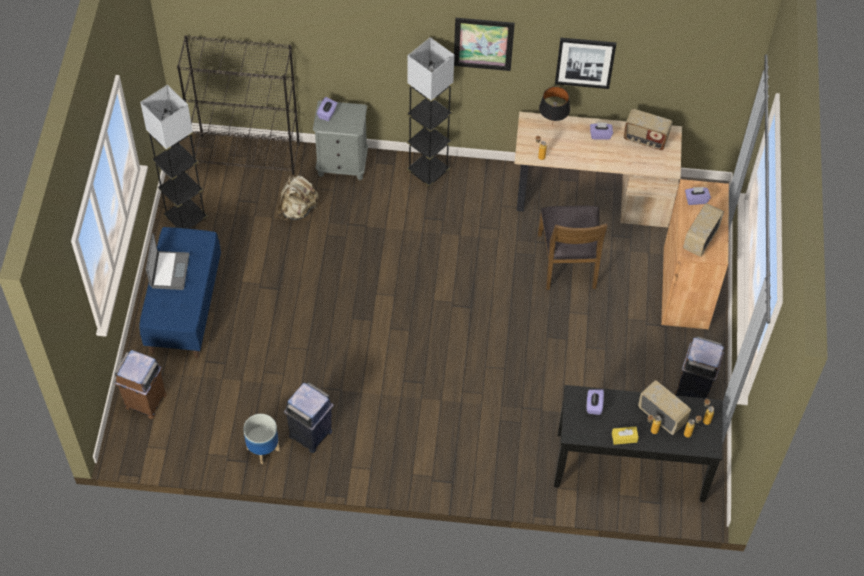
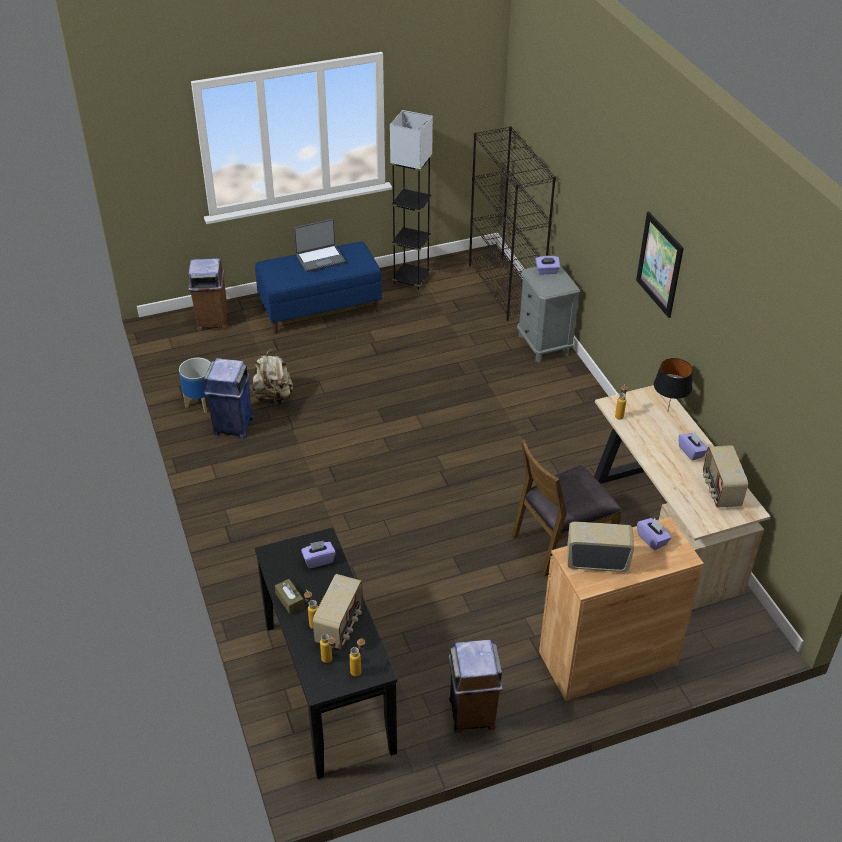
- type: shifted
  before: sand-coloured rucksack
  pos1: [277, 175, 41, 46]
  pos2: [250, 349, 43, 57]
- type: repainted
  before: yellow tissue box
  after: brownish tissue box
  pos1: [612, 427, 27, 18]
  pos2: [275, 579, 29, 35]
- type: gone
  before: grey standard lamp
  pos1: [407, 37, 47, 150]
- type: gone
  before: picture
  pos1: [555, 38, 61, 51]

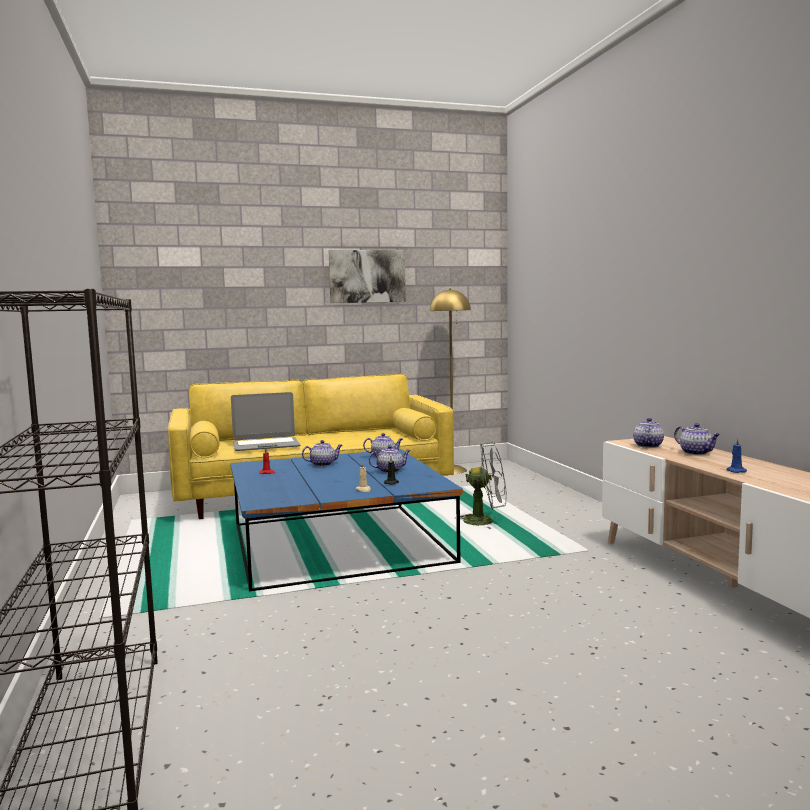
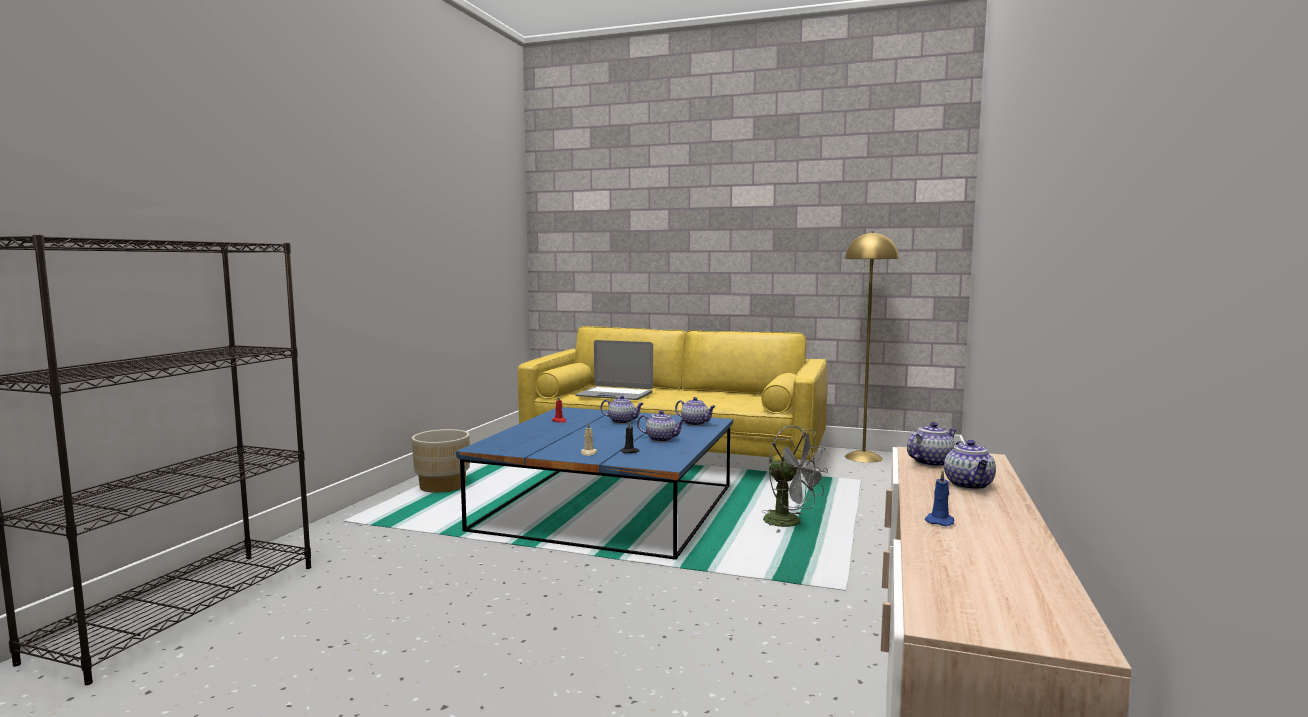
- type: new
  after: sand-coloured planter
  pos2: [412, 429, 58, 64]
- type: gone
  before: picture
  pos1: [328, 250, 78, 53]

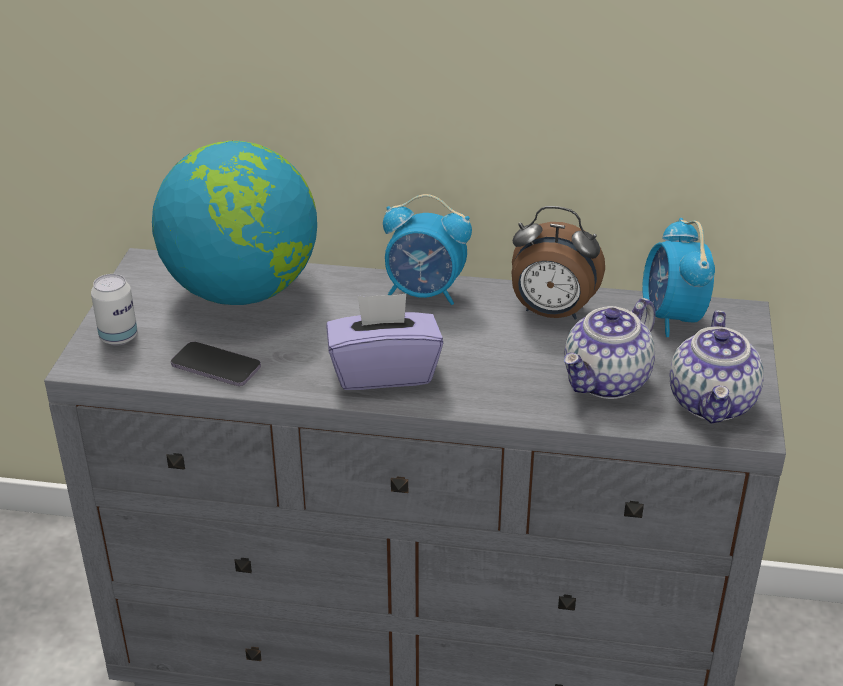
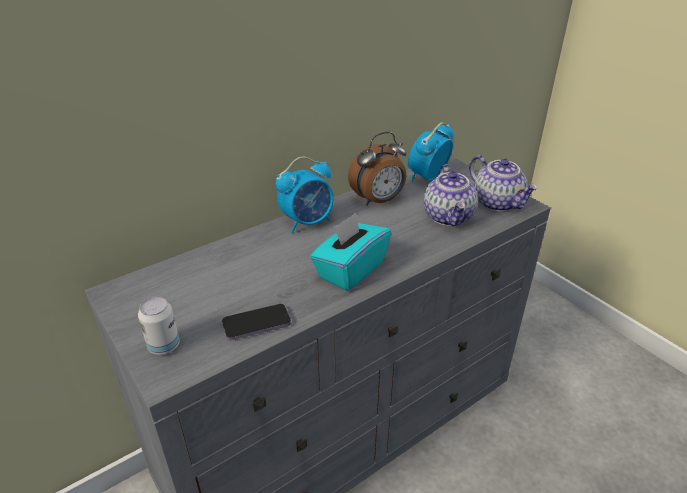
- type: repainted
  before: purplish tissue box
  after: turquoise tissue box
  pos1: [326, 294, 117, 96]
  pos2: [310, 213, 81, 78]
- type: rotated
  before: table clock
  pos1: [642, 218, 73, 119]
  pos2: [407, 122, 47, 61]
  turn: 90
- type: gone
  before: desk globe
  pos1: [152, 141, 165, 164]

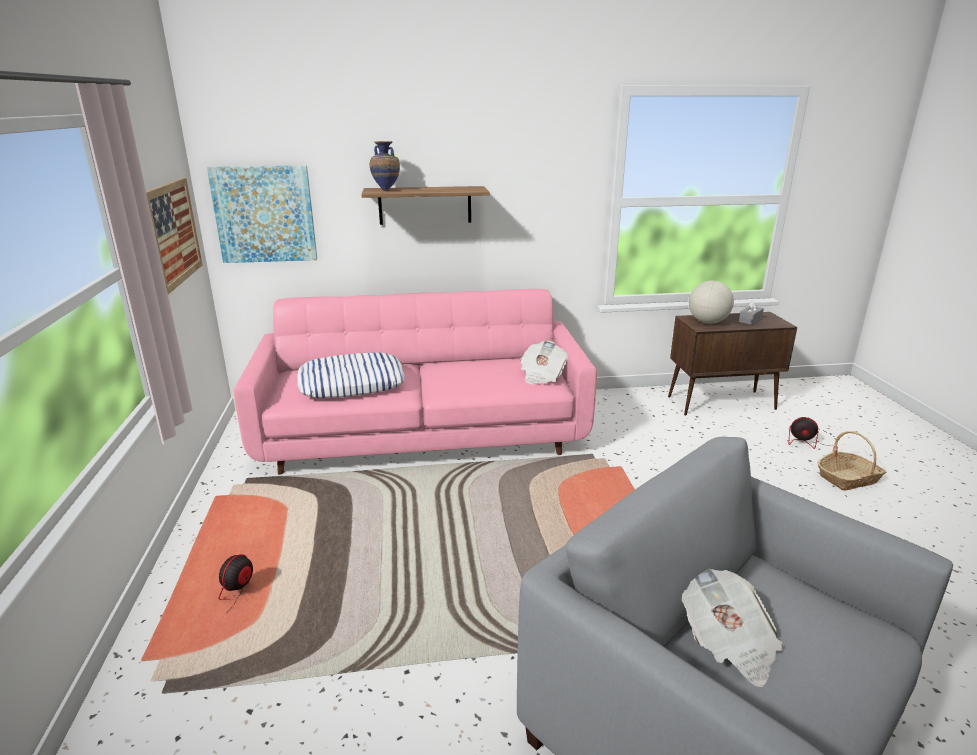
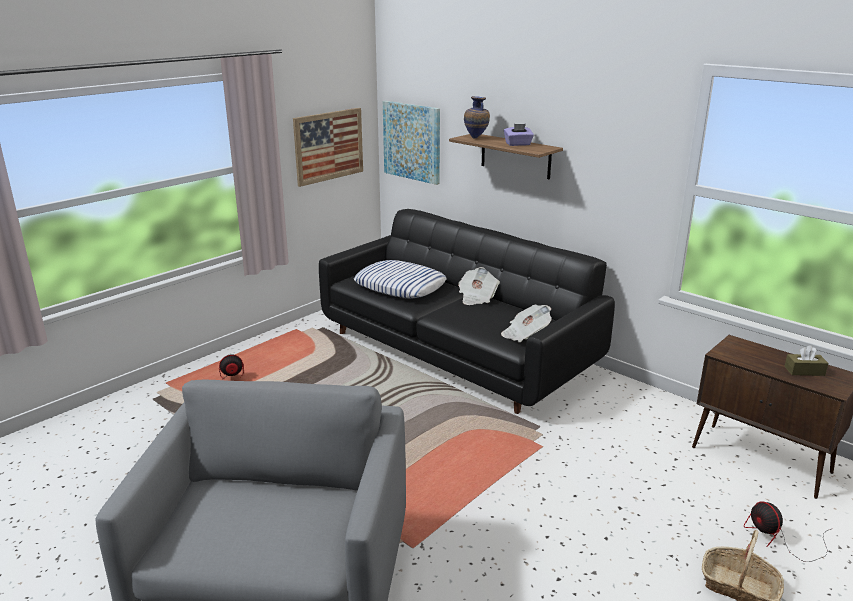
- type: repainted
  before: pink couch
  after: black couch
  pos1: [234, 289, 363, 186]
  pos2: [319, 209, 296, 205]
- type: shifted
  before: printed paper
  pos1: [682, 569, 102, 118]
  pos2: [458, 267, 42, 38]
- type: new
  after: purplish tissue box
  pos2: [504, 124, 30, 22]
- type: repainted
  before: grey tissue box
  after: brownish tissue box
  pos1: [739, 299, 25, 26]
  pos2: [784, 345, 45, 31]
- type: gone
  before: desk globe
  pos1: [689, 281, 45, 43]

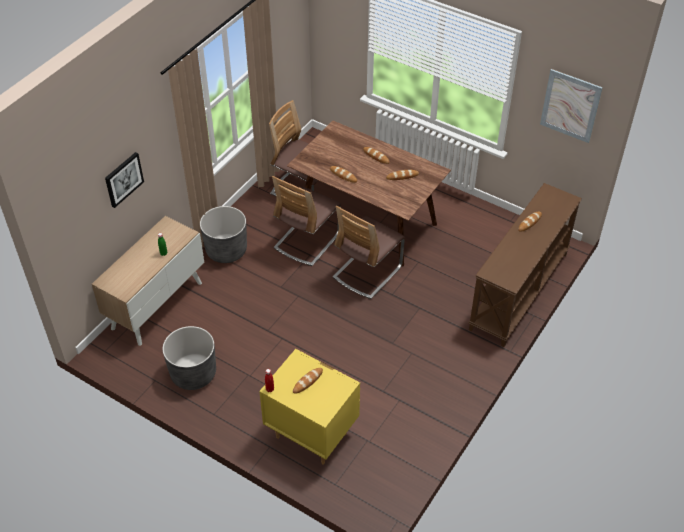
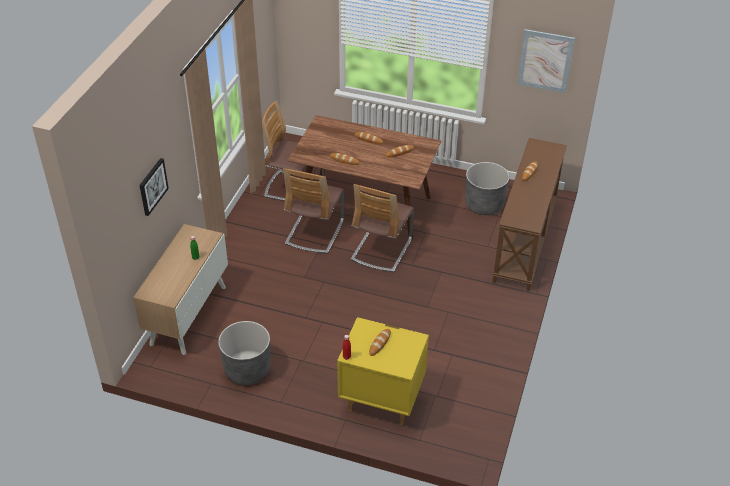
- type: shifted
  before: grey planter
  pos1: [200, 206, 47, 57]
  pos2: [465, 162, 44, 53]

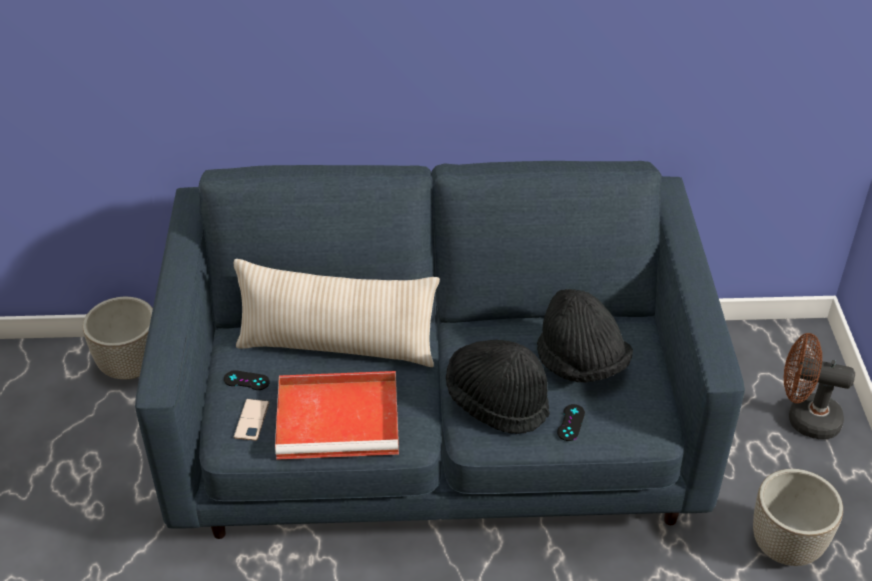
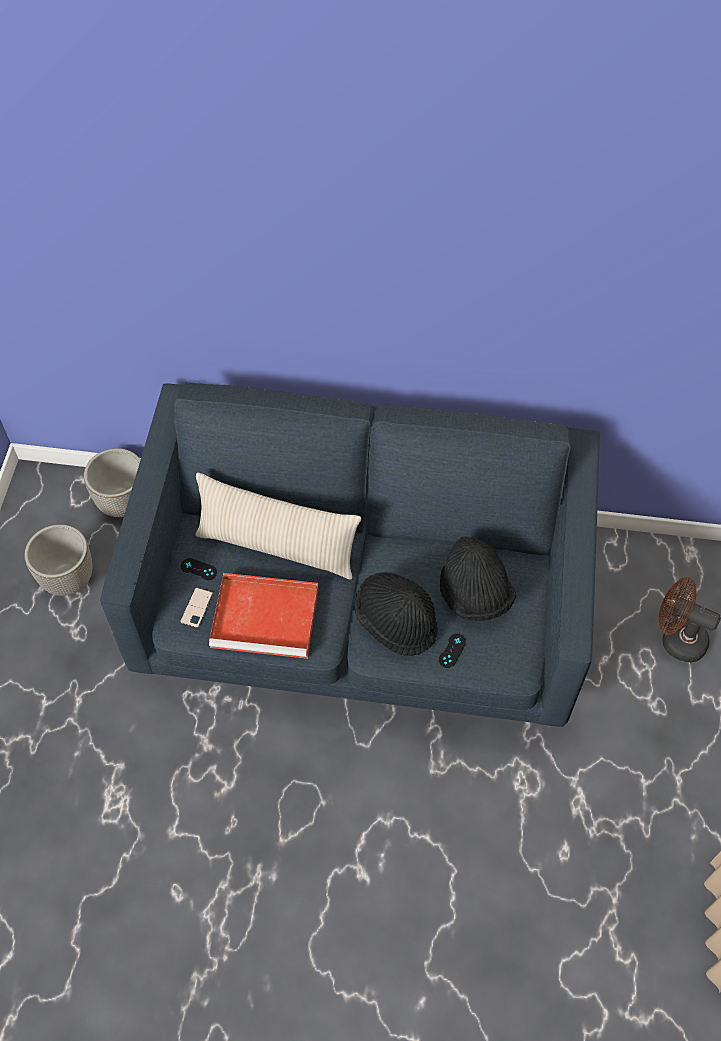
- type: shifted
  before: planter
  pos1: [753, 469, 90, 97]
  pos2: [24, 524, 68, 72]

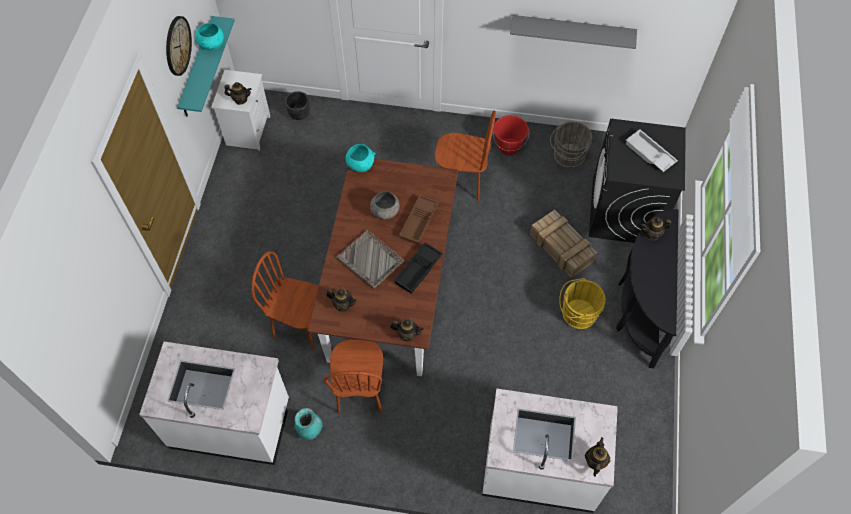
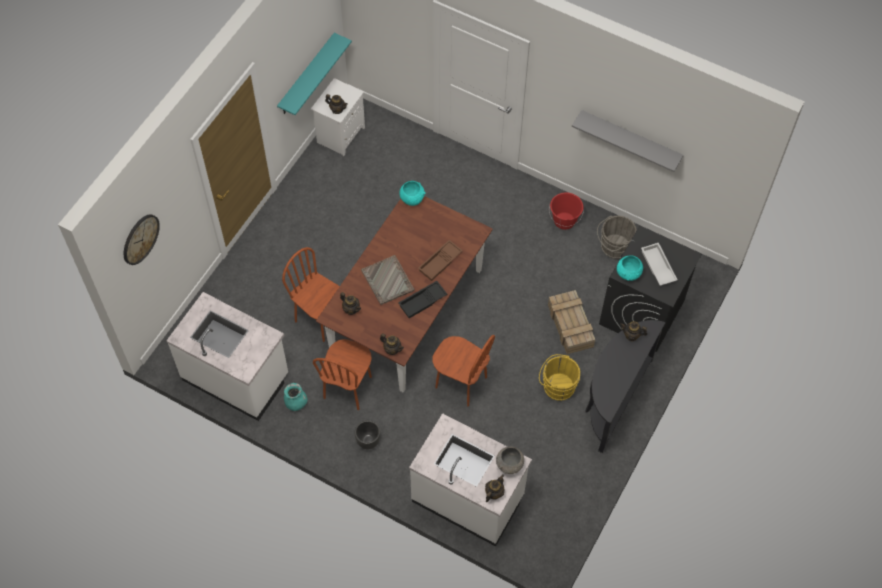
- type: shifted
  before: hanging clock
  pos1: [166, 16, 26, 60]
  pos2: [124, 214, 36, 51]
- type: shifted
  before: black planter
  pos1: [285, 91, 25, 29]
  pos2: [355, 420, 25, 30]
- type: shifted
  before: brownish upright chair
  pos1: [435, 111, 61, 90]
  pos2: [432, 335, 63, 71]
- type: shifted
  before: grey serving bowl
  pos1: [370, 191, 30, 29]
  pos2: [496, 447, 28, 27]
- type: shifted
  before: turquoise serving bowl
  pos1: [195, 23, 29, 28]
  pos2: [617, 255, 26, 26]

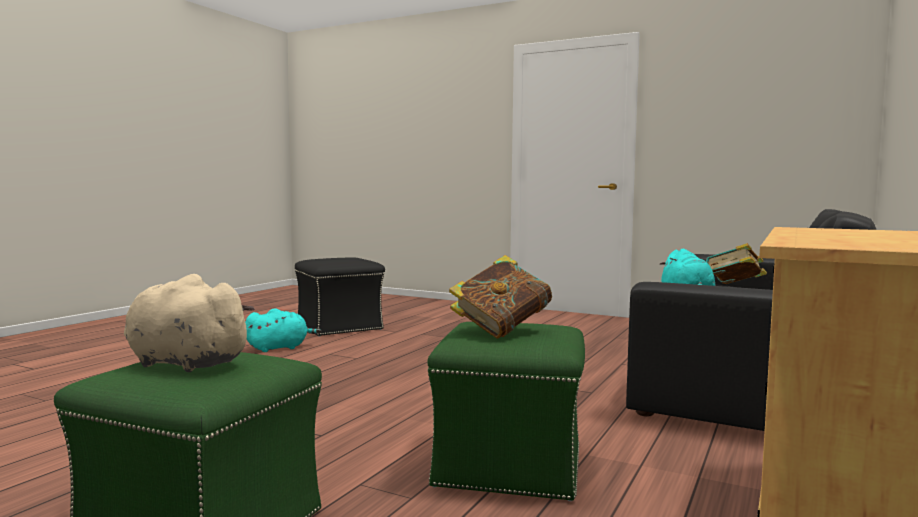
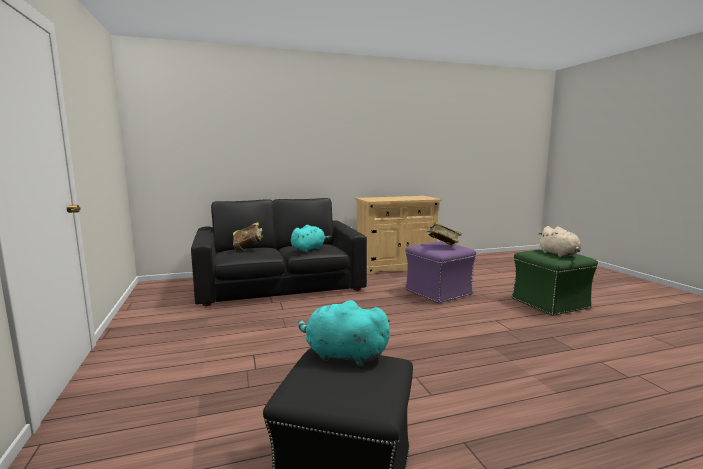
- type: shifted
  before: turquoise soft toy
  pos1: [245, 308, 76, 44]
  pos2: [298, 300, 92, 66]
- type: repainted
  before: greenish ottoman
  after: purplish ottoman
  pos1: [427, 322, 158, 179]
  pos2: [405, 242, 71, 62]

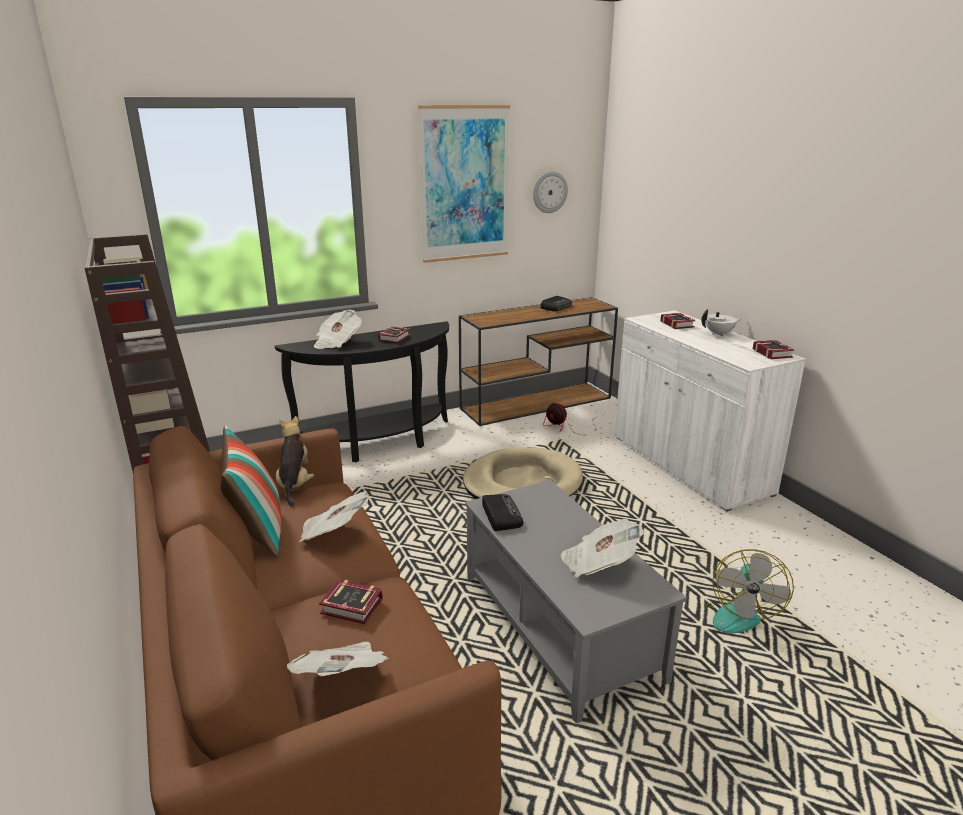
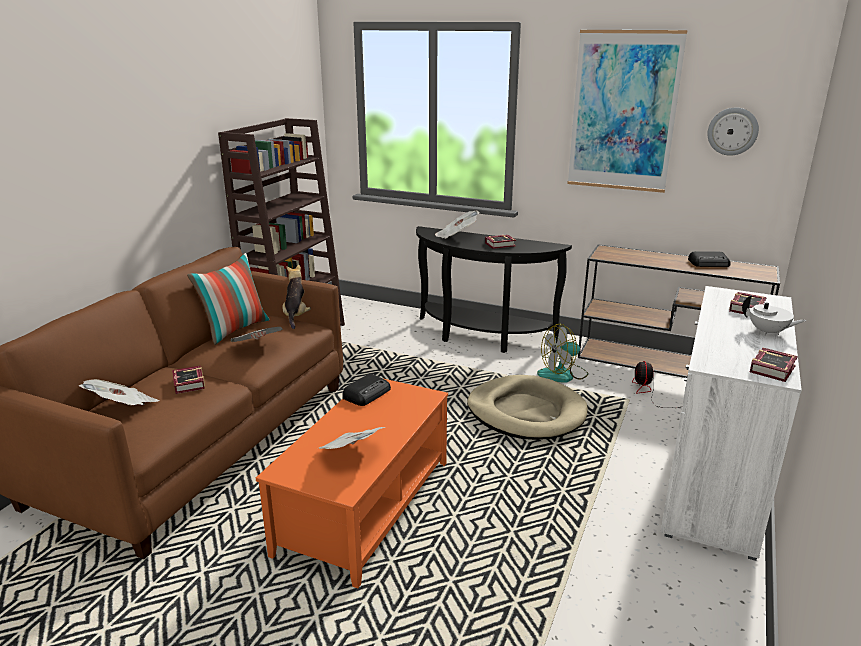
- type: repainted
  before: grey coffee table
  after: orangey coffee table
  pos1: [465, 480, 222, 243]
  pos2: [256, 378, 192, 210]
- type: rotated
  before: soft toy
  pos1: [276, 416, 38, 91]
  pos2: [282, 265, 29, 64]
  turn: -45
- type: shifted
  before: fan
  pos1: [706, 549, 88, 84]
  pos2: [537, 324, 51, 59]

